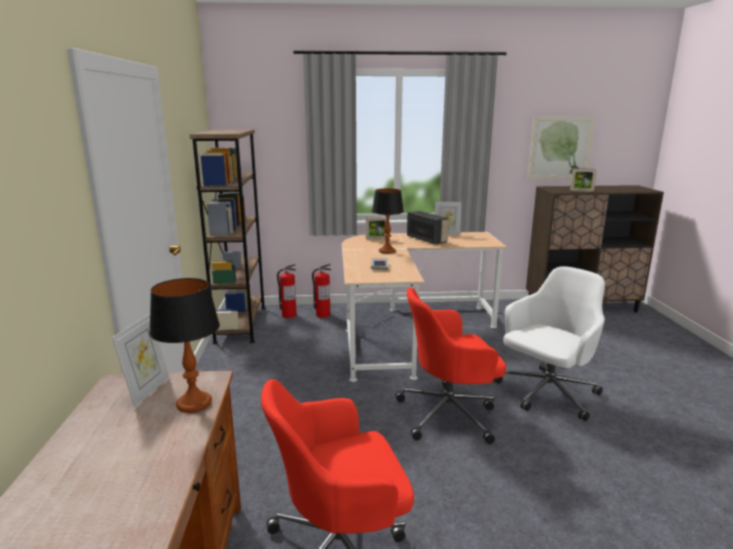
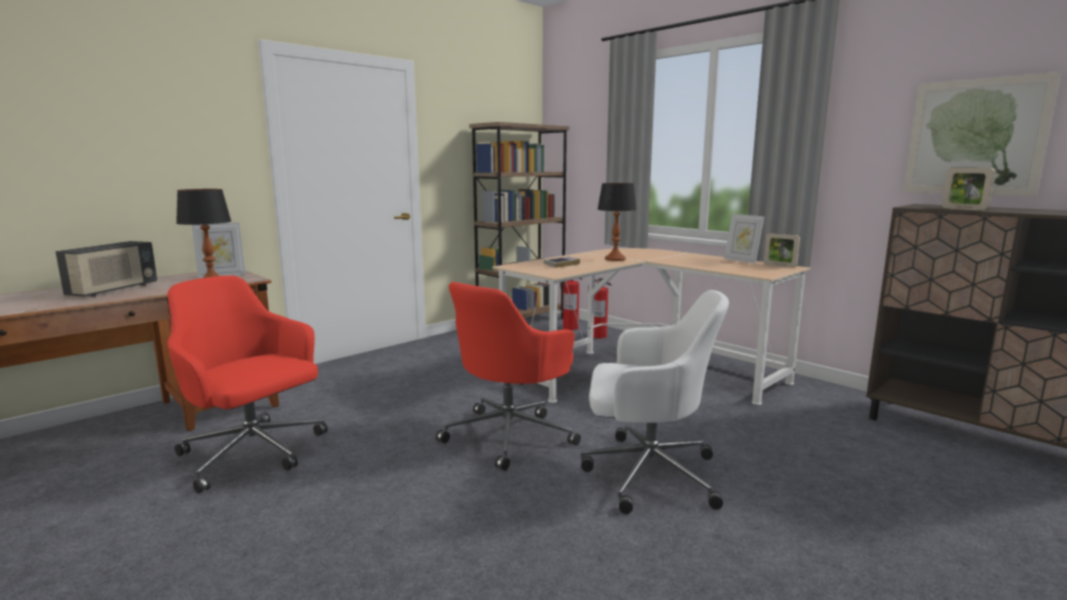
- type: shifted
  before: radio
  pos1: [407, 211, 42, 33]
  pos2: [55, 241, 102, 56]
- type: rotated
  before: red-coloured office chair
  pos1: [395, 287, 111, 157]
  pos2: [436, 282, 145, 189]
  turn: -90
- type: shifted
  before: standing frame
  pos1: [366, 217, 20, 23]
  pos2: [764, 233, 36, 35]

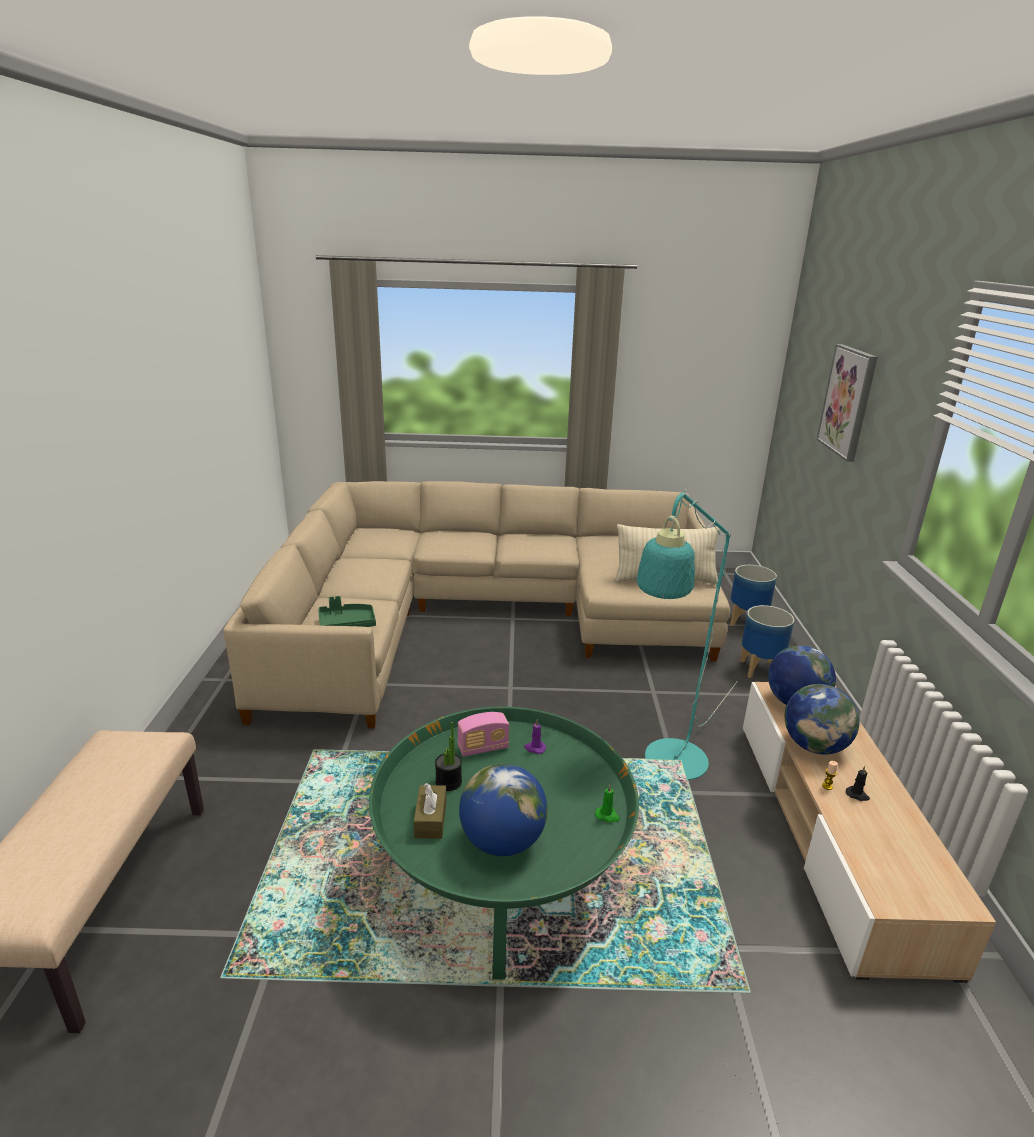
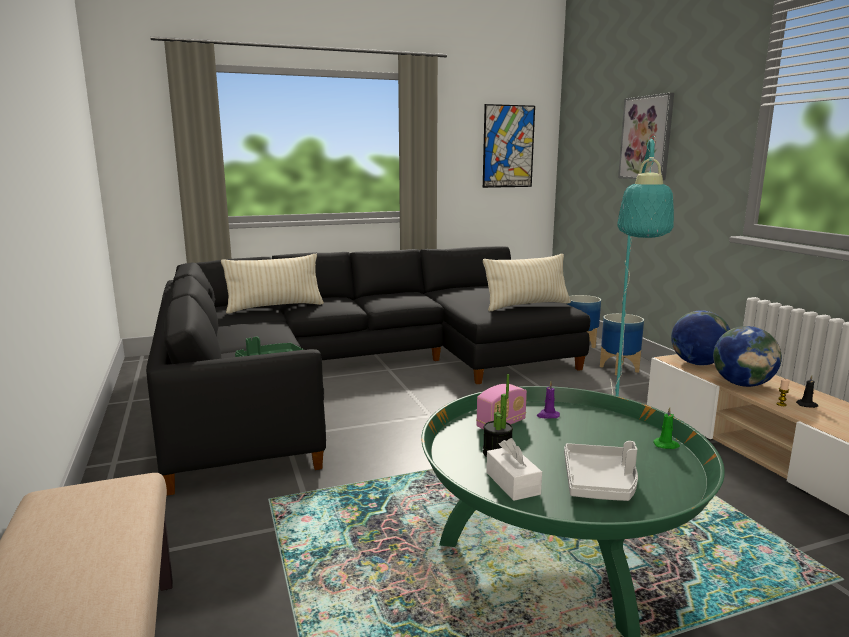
- type: repainted
  before: sand-coloured couch
  after: black couch
  pos1: [223, 481, 507, 248]
  pos2: [146, 246, 444, 250]
- type: new
  after: sand-coloured pillow
  pos2: [221, 254, 103, 60]
- type: new
  after: picture
  pos2: [483, 104, 52, 84]
- type: repainted
  before: brownish tissue box
  after: white tissue box
  pos1: [414, 783, 32, 56]
  pos2: [486, 438, 56, 63]
- type: swapped
  before: desk globe
  after: grey tray
  pos1: [459, 763, 89, 93]
  pos2: [564, 441, 74, 60]

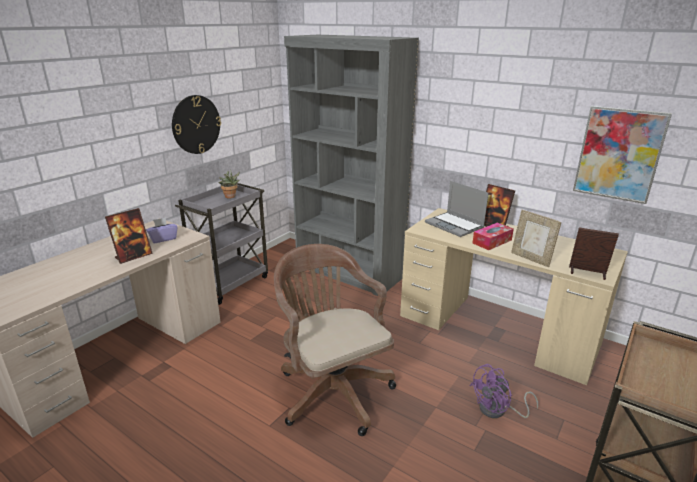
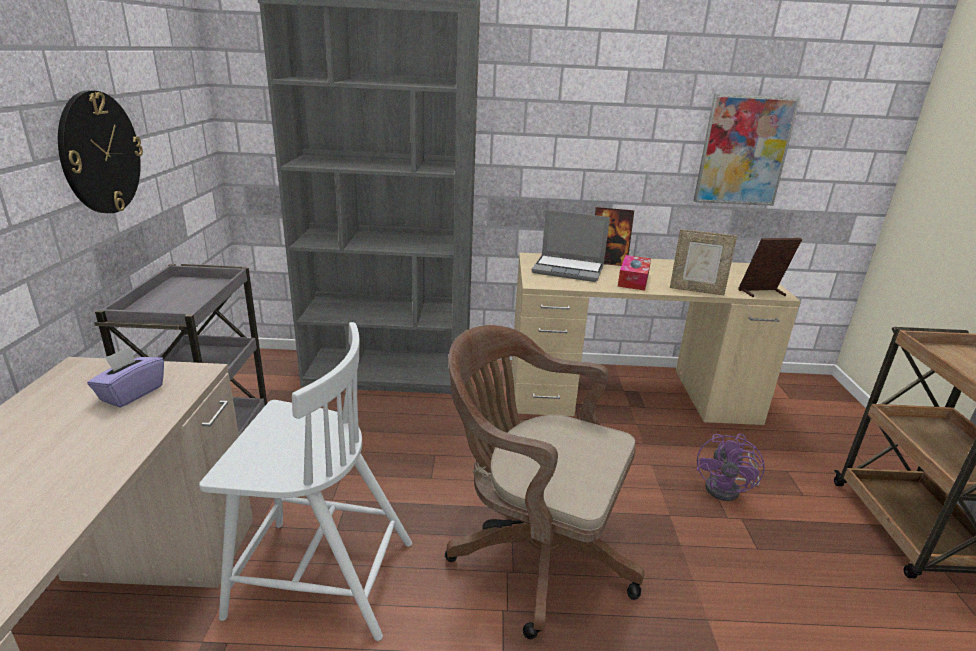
- type: new
  after: white upright chair
  pos2: [199, 322, 213, 319]
- type: gone
  before: standing frame
  pos1: [105, 208, 48, 56]
- type: gone
  before: potted plant
  pos1: [219, 169, 21, 29]

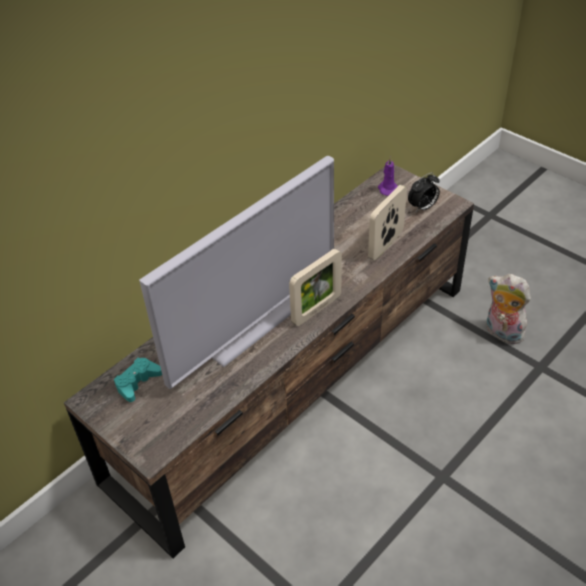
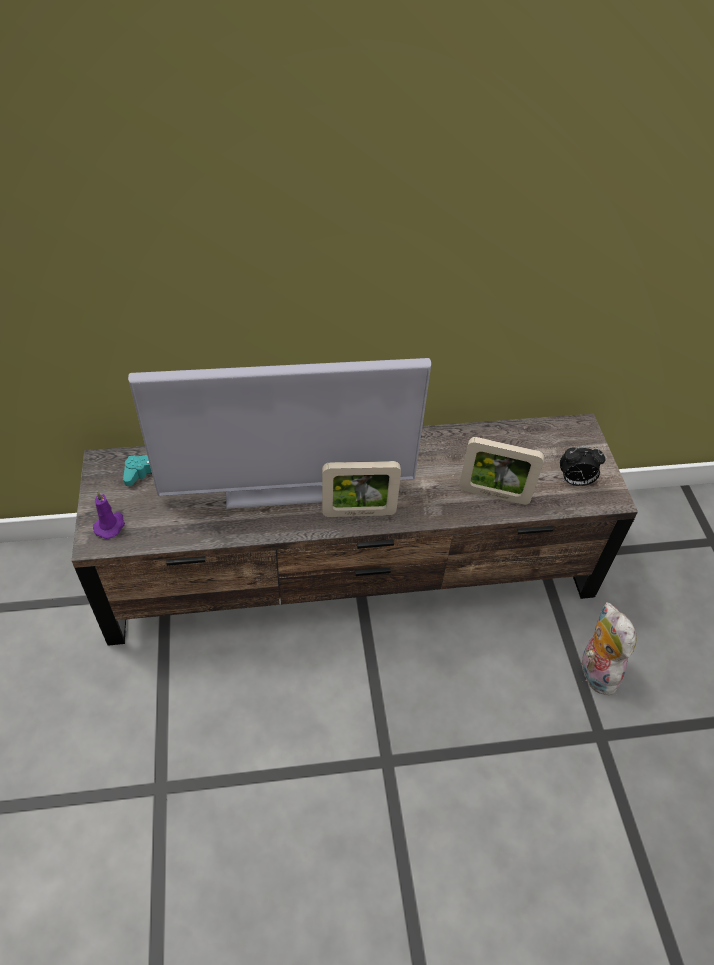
- type: shifted
  before: purplish candle
  pos1: [378, 156, 20, 40]
  pos2: [93, 492, 32, 47]
- type: rotated
  before: standing frame
  pos1: [368, 185, 39, 76]
  pos2: [459, 437, 85, 68]
  turn: -150

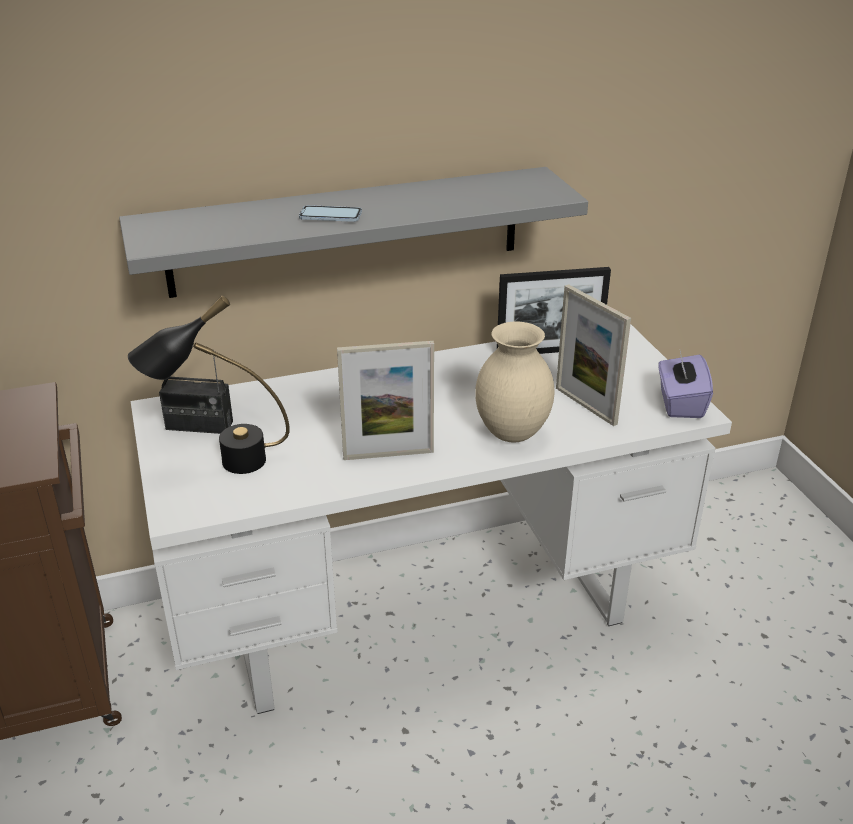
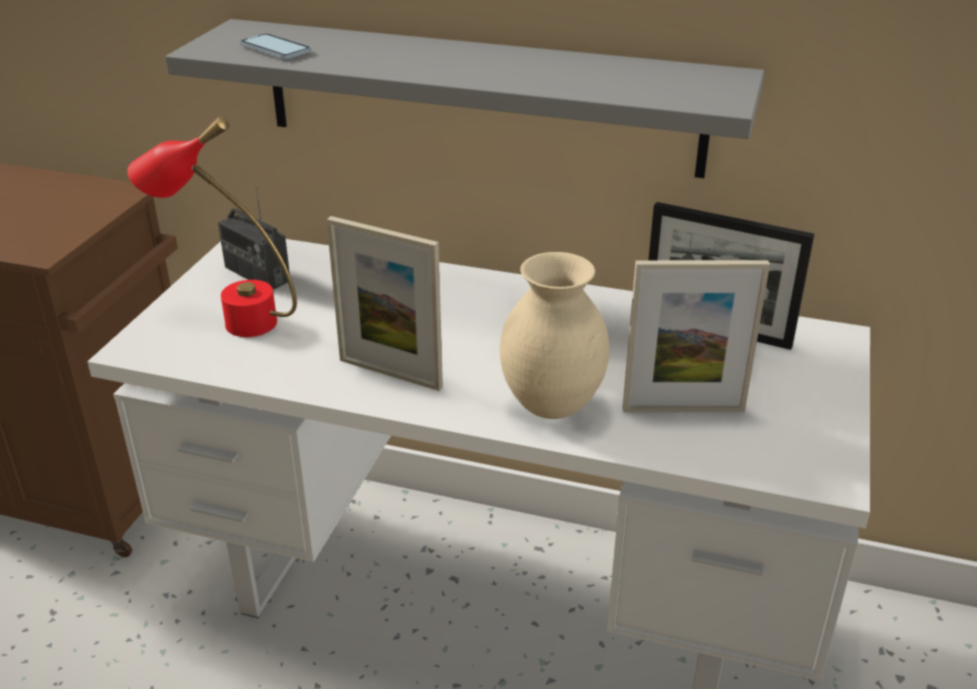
- type: repainted
  before: black tabletop lamp
  after: red-coloured tabletop lamp
  pos1: [128, 296, 162, 178]
  pos2: [127, 116, 170, 221]
- type: shifted
  before: telephone
  pos1: [299, 205, 63, 17]
  pos2: [240, 33, 71, 26]
- type: rotated
  before: standing frame
  pos1: [556, 284, 75, 142]
  pos2: [623, 260, 147, 153]
  turn: -90
- type: gone
  before: purplish tissue box
  pos1: [659, 351, 54, 67]

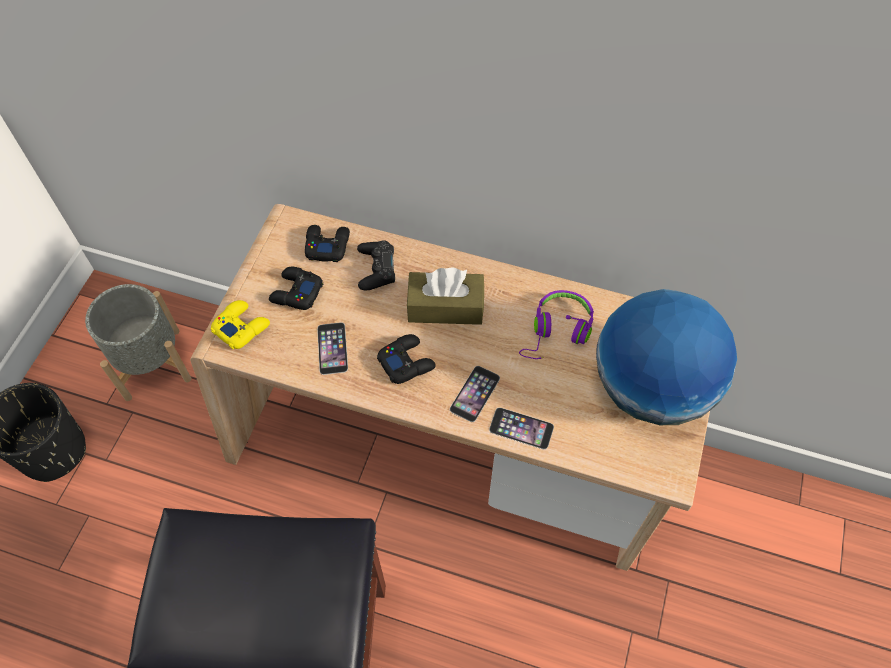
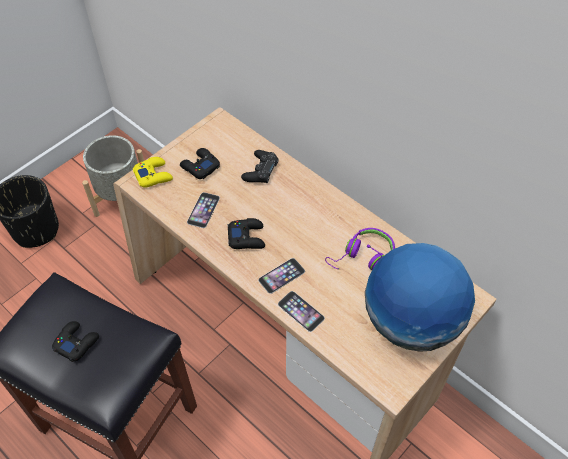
- type: shifted
  before: black game controller
  pos1: [305, 225, 45, 37]
  pos2: [52, 321, 47, 41]
- type: gone
  before: brownish tissue box
  pos1: [407, 267, 77, 58]

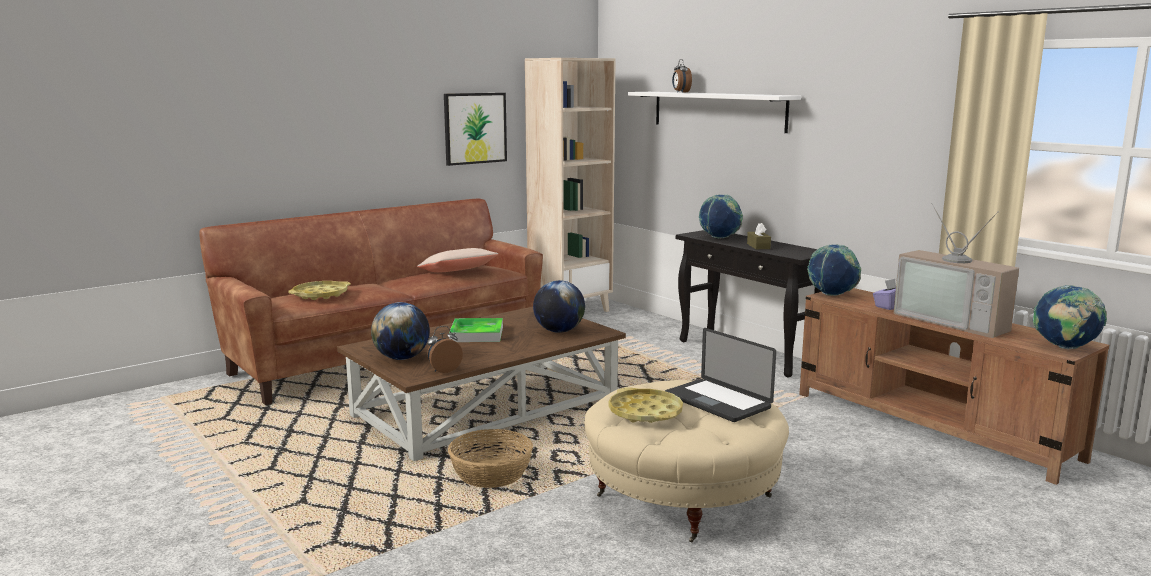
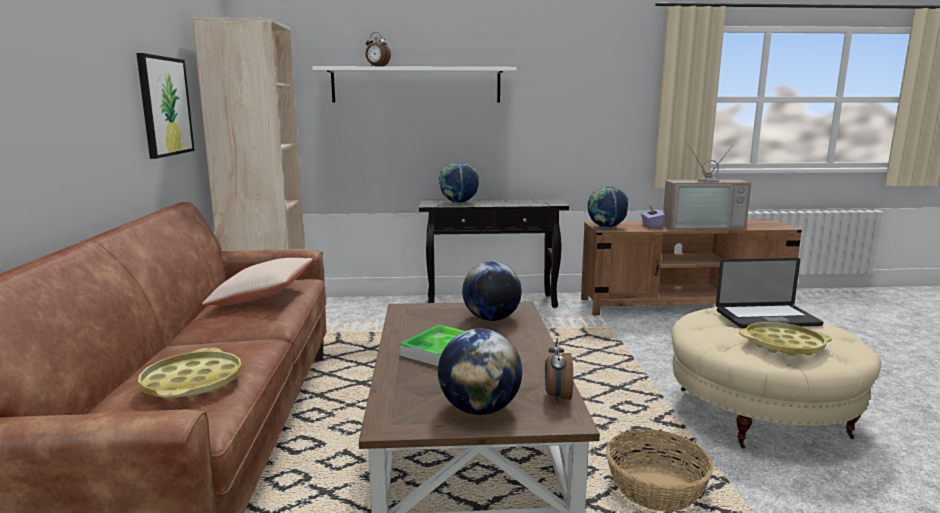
- type: gone
  before: brownish tissue box
  pos1: [747, 223, 24, 26]
- type: gone
  before: desk globe
  pos1: [1033, 285, 74, 64]

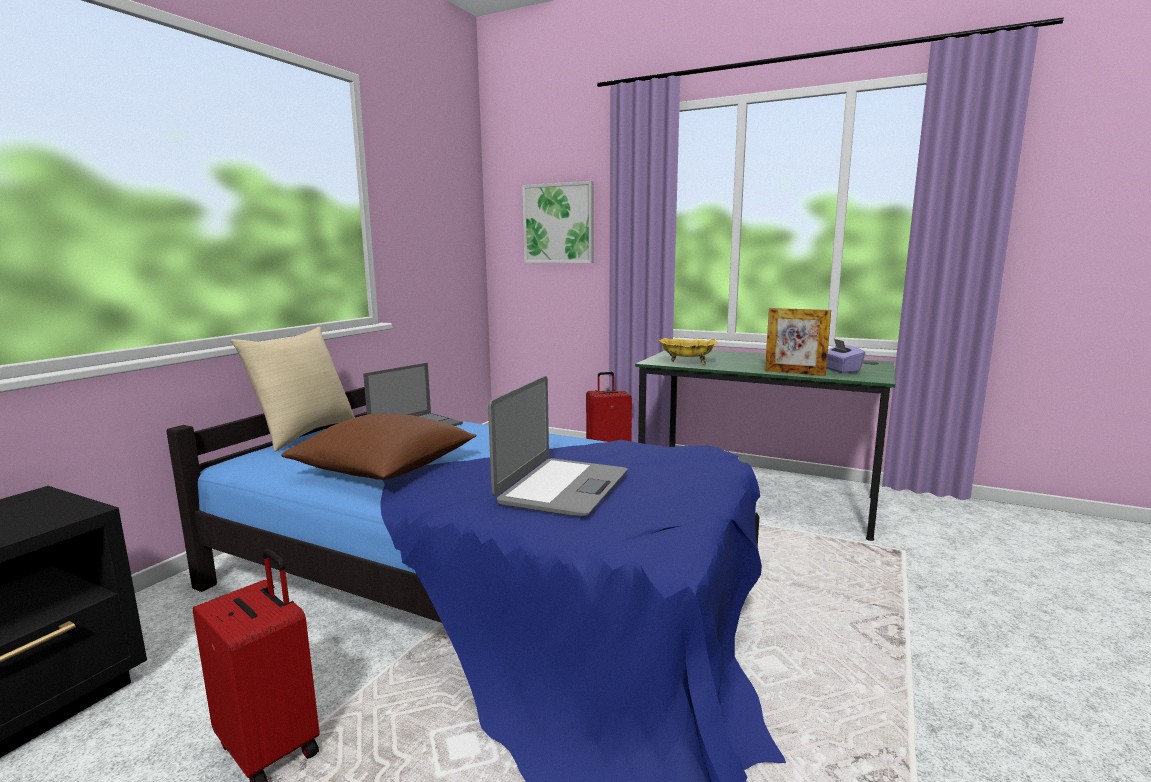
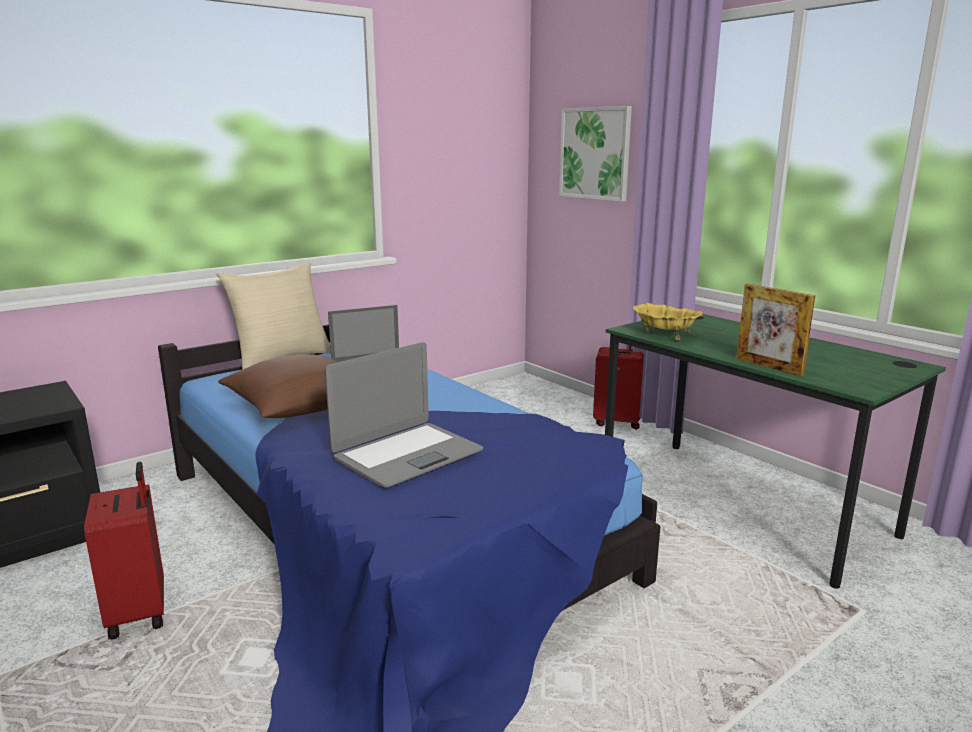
- type: gone
  before: purplish tissue box
  pos1: [826, 339, 39, 34]

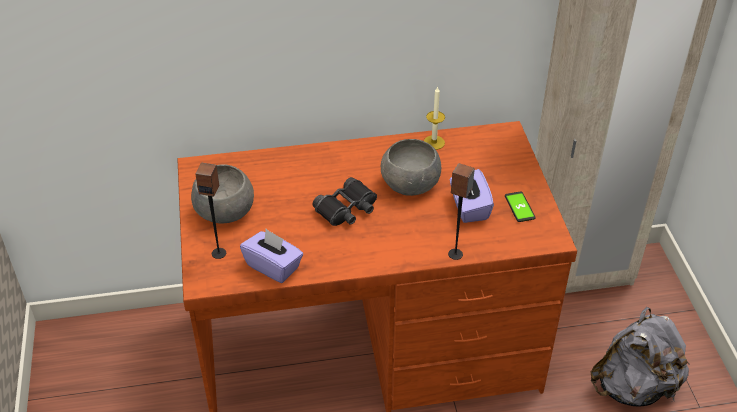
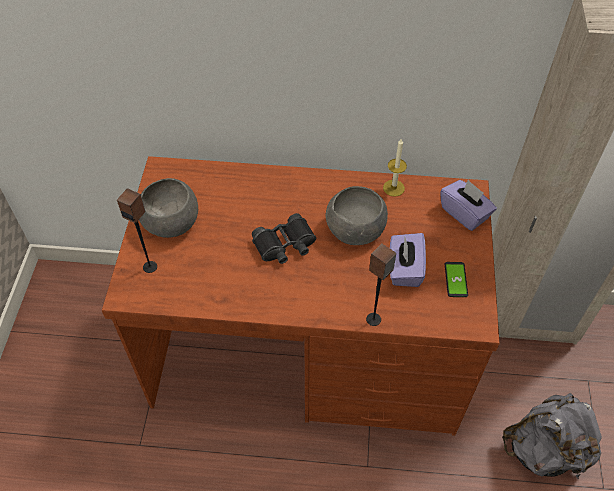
- type: shifted
  before: purplish tissue box
  pos1: [240, 229, 63, 54]
  pos2: [440, 180, 57, 51]

